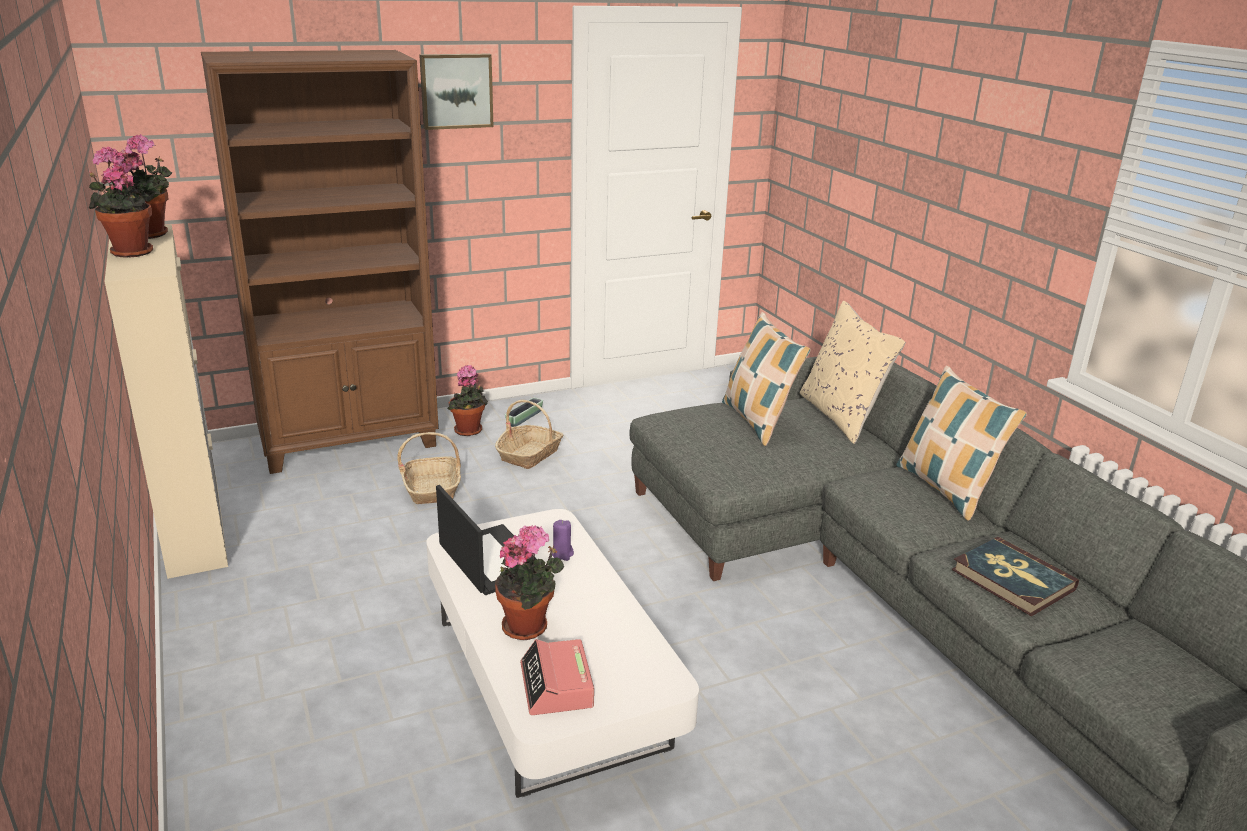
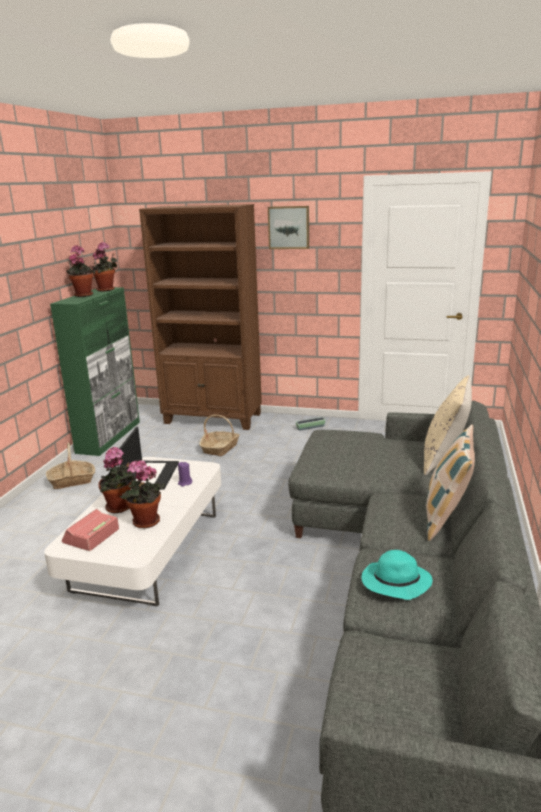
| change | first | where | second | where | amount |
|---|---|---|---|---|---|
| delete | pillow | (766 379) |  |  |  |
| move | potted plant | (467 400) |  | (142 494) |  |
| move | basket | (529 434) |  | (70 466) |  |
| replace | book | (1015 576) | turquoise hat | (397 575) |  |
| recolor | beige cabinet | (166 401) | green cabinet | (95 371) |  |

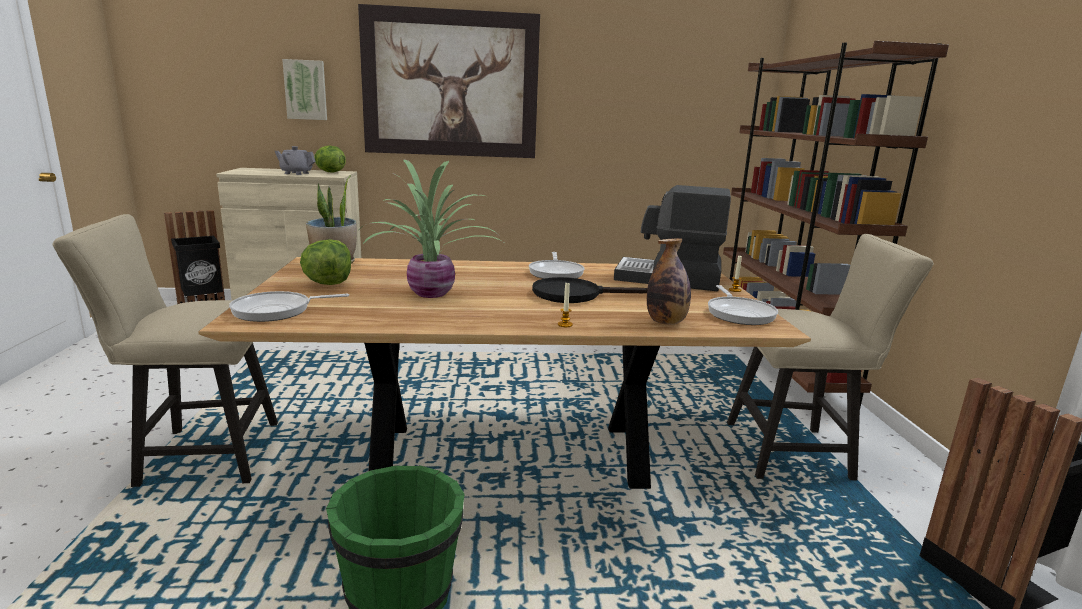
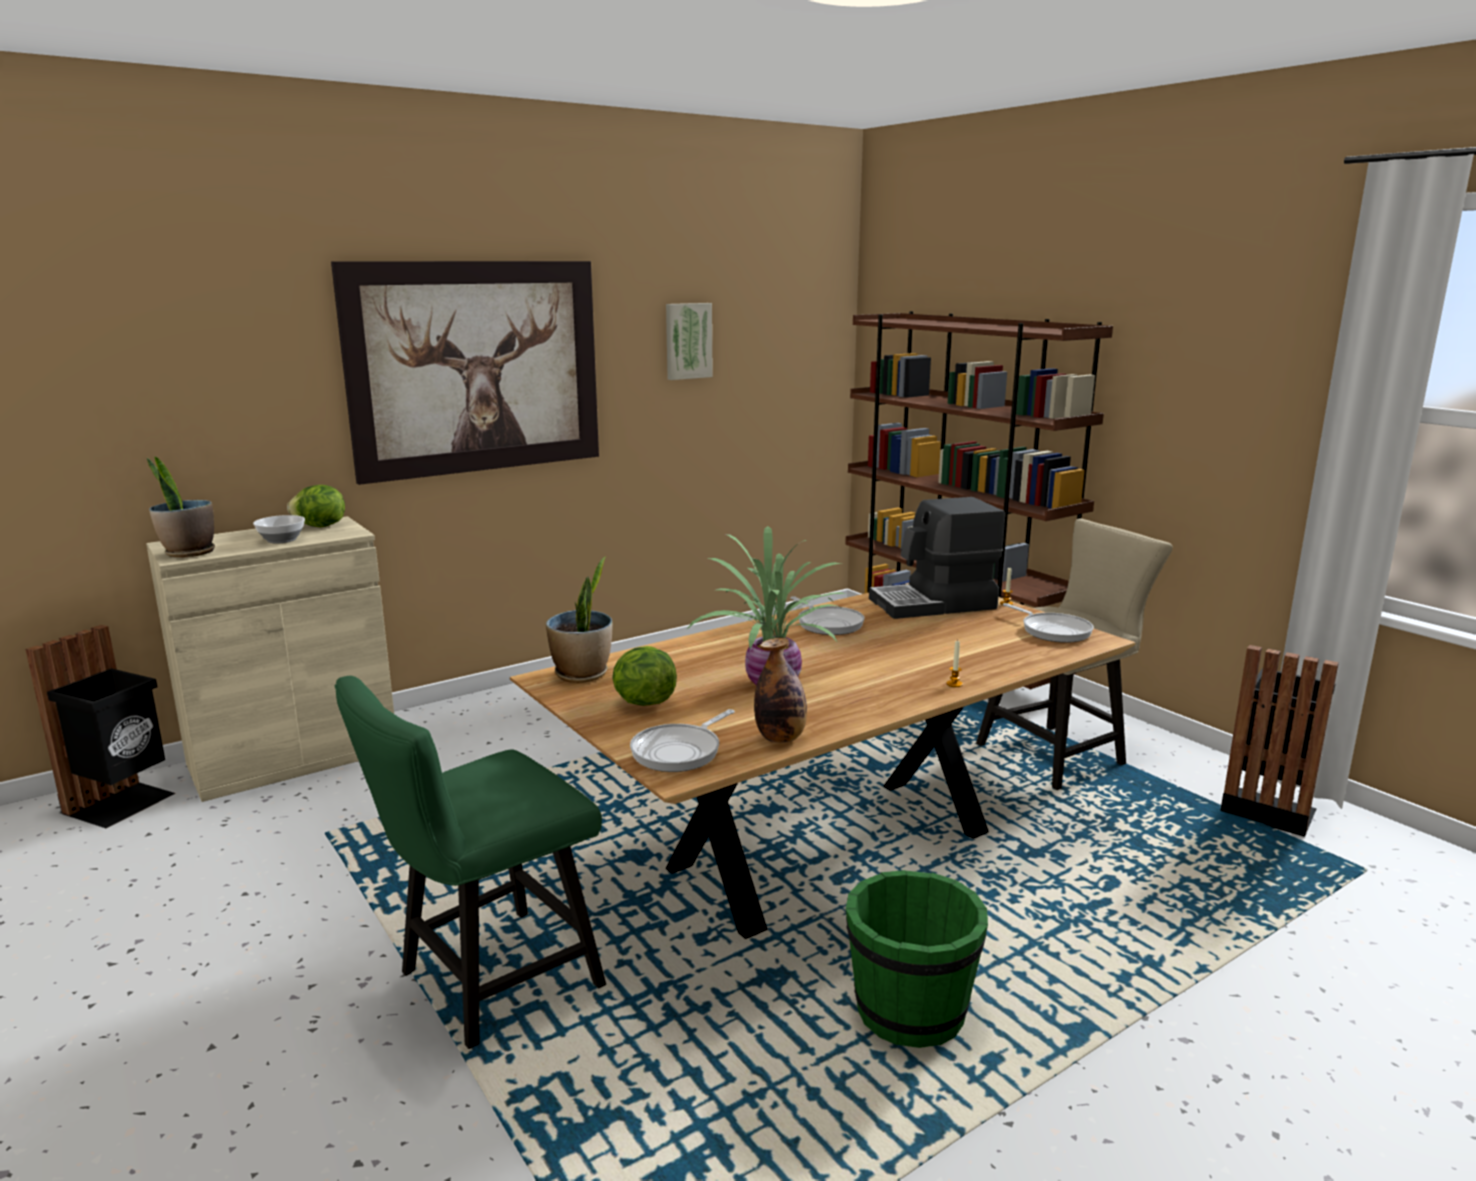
| change | first | where | second | where | amount |
|---|---|---|---|---|---|
| delete | black frying pan | (590 290) |  |  |  |
| insert |  |  | potted plant | (181 507) |  |
| move | picture | (304 89) |  | (689 341) |  |
| move | bottle | (669 281) |  | (780 690) |  |
| replace | grey teapot | (295 160) | bowl | (279 529) |  |
| recolor | beige chair | (165 350) | green chair | (470 862) |  |

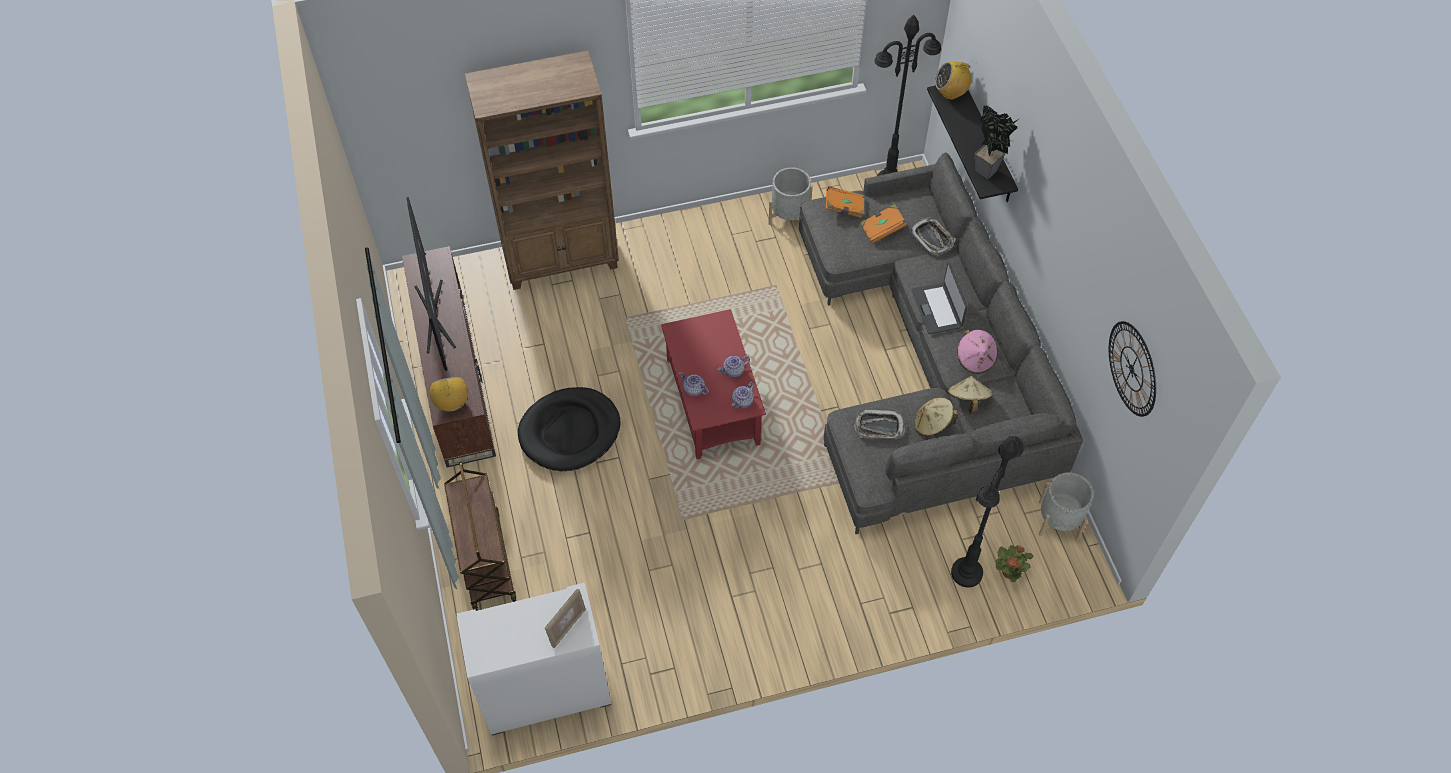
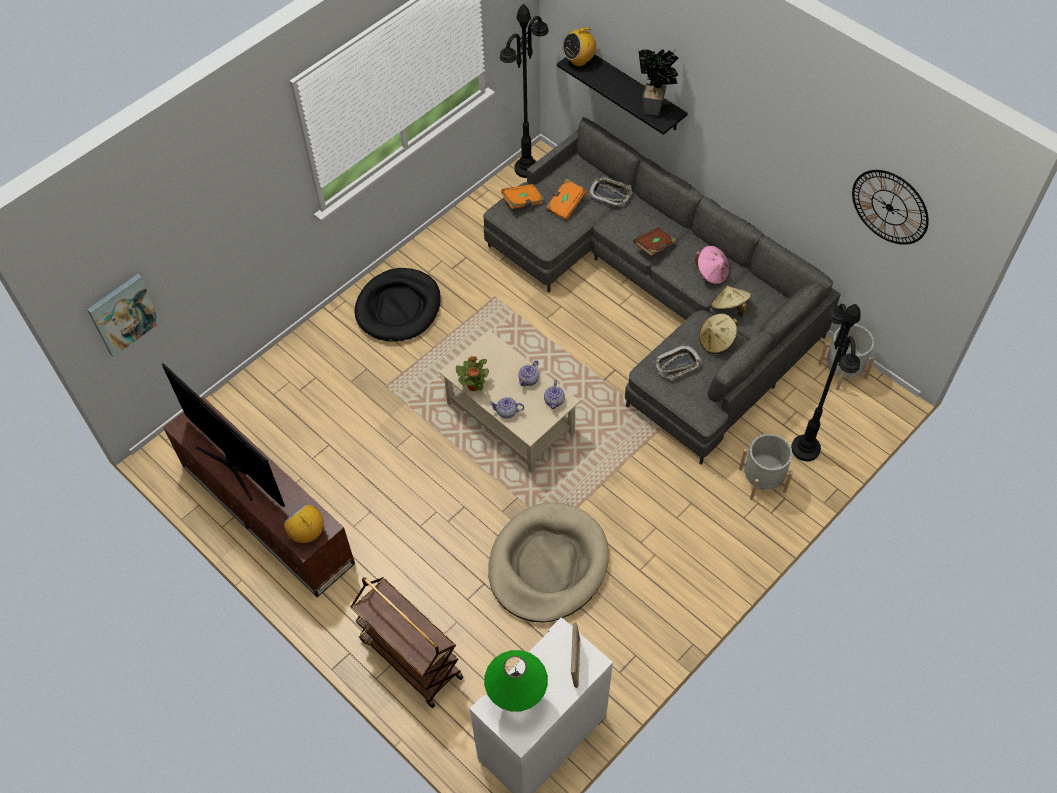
| change | first | where | second | where | amount |
|---|---|---|---|---|---|
| delete | brown bookcase | (542 170) |  |  |  |
| insert |  |  | picture | (124 315) |  |
| insert |  |  | green table lamp | (516 680) |  |
| insert |  |  | beige dog bed | (548 562) |  |
| move | black dog bed | (569 429) |  | (398 305) |  |
| move | grey planter | (790 200) |  | (766 467) |  |
| move | potted plant | (1014 564) |  | (472 373) |  |
| replace | laptop | (940 298) | brown book | (655 242) |  |
| recolor | red coffee table | (713 384) | beige coffee table | (509 401) |  |

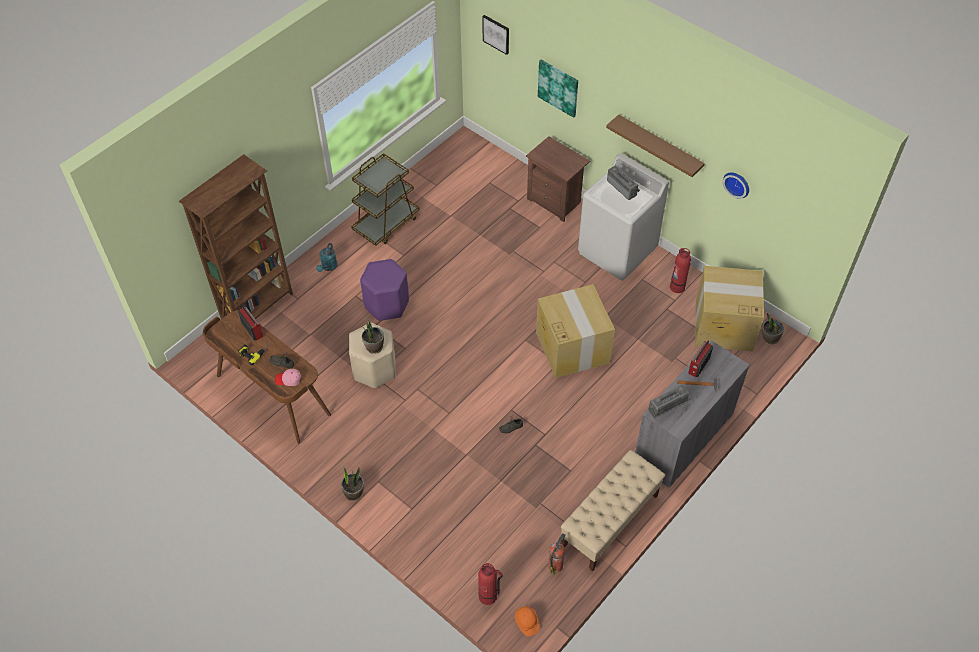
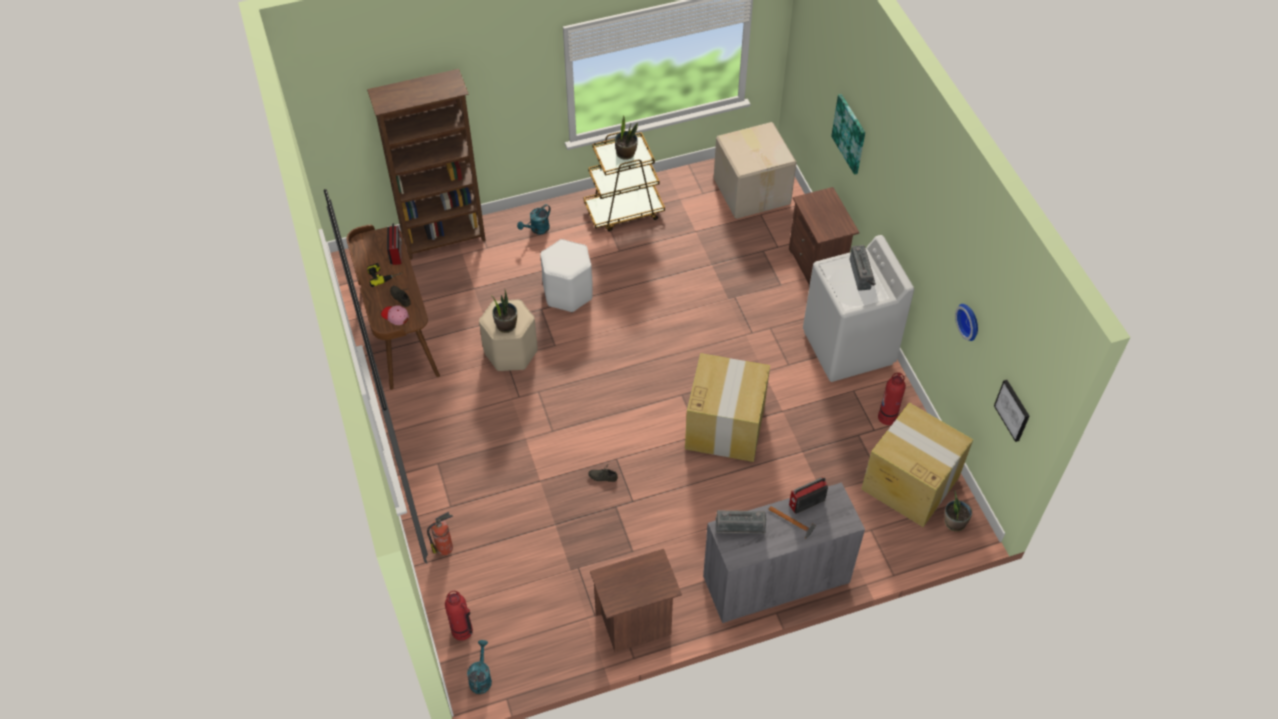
| change | first | where | second | where | amount |
|---|---|---|---|---|---|
| delete | brown shelf | (655 146) |  |  |  |
| insert |  |  | cardboard box | (755 170) |  |
| move | potted plant | (352 483) |  | (626 137) |  |
| move | picture | (495 35) |  | (1012 411) |  |
| move | fire extinguisher | (557 553) |  | (440 533) |  |
| replace | orange hard hat | (527 621) | turquoise watering can | (479 667) |  |
| replace | beige bench | (613 511) | brown nightstand | (636 600) |  |
| recolor | purple stool | (384 290) | white stool | (566 275) |  |

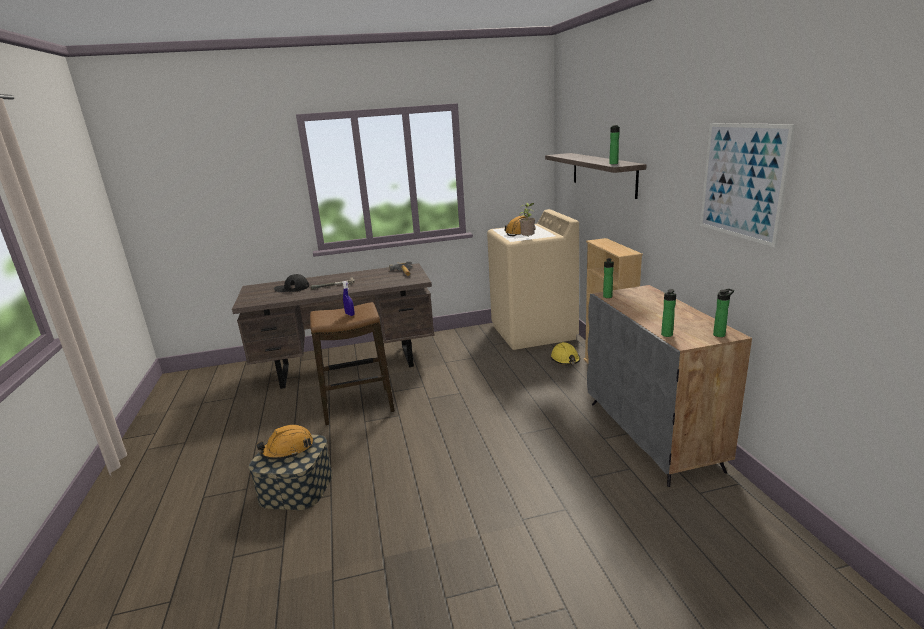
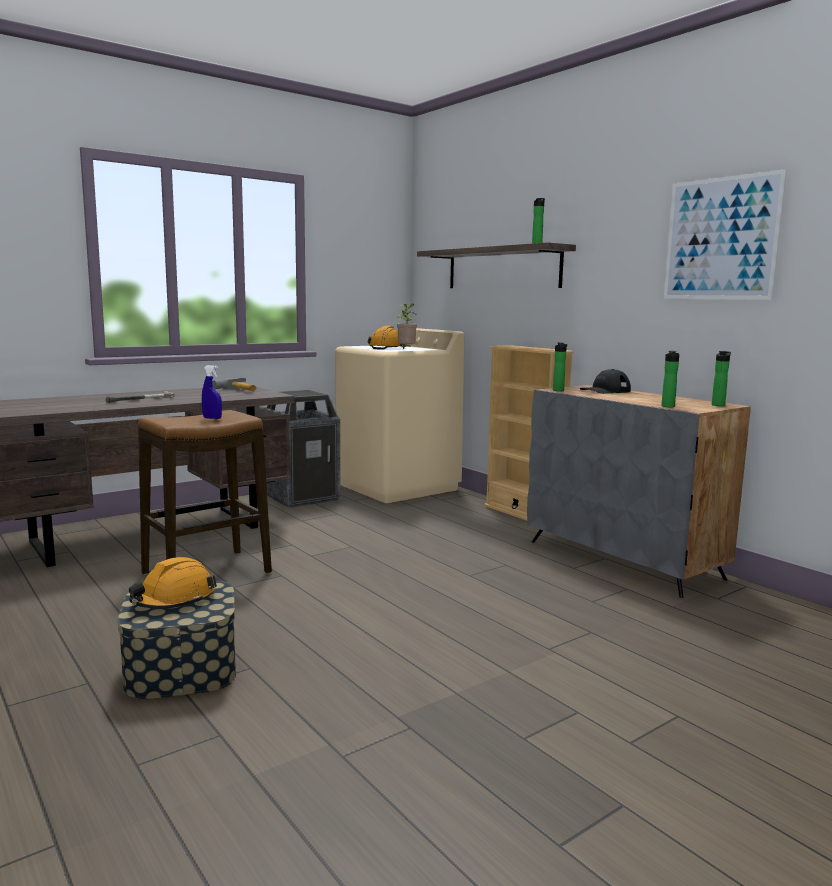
| change | first | where | second | where | amount |
|---|---|---|---|---|---|
| delete | yellow hard hat | (565 353) |  |  |  |
| insert |  |  | trash can | (303 449) |  |
| move | black cap | (291 283) |  | (605 381) |  |

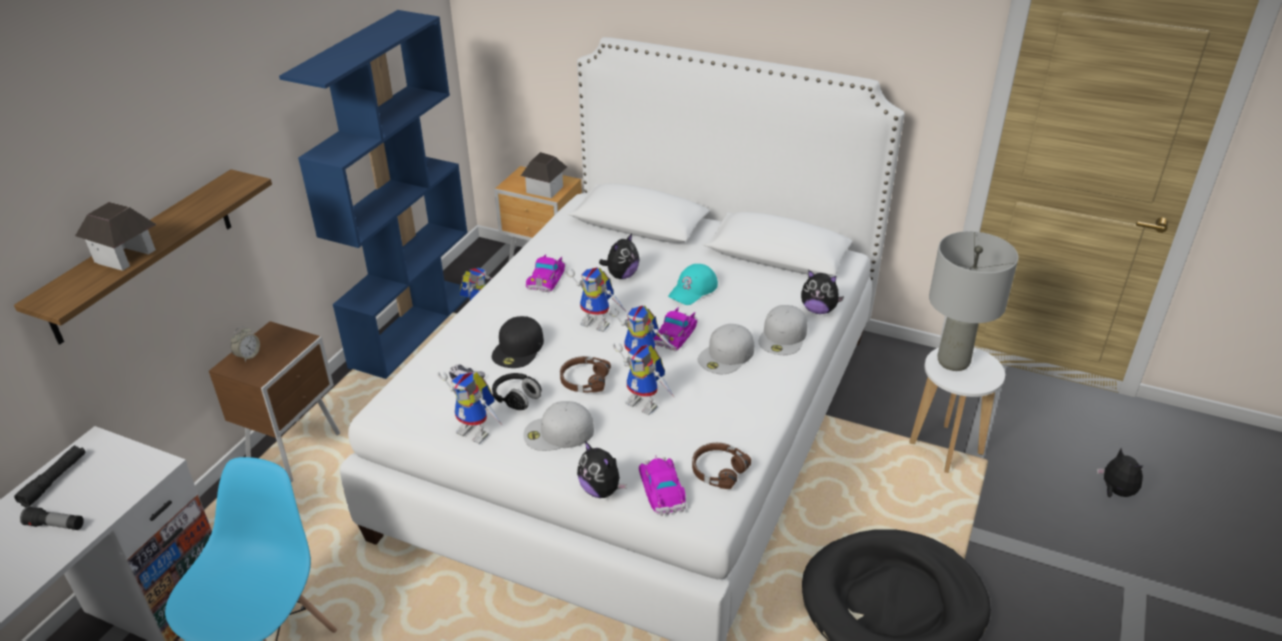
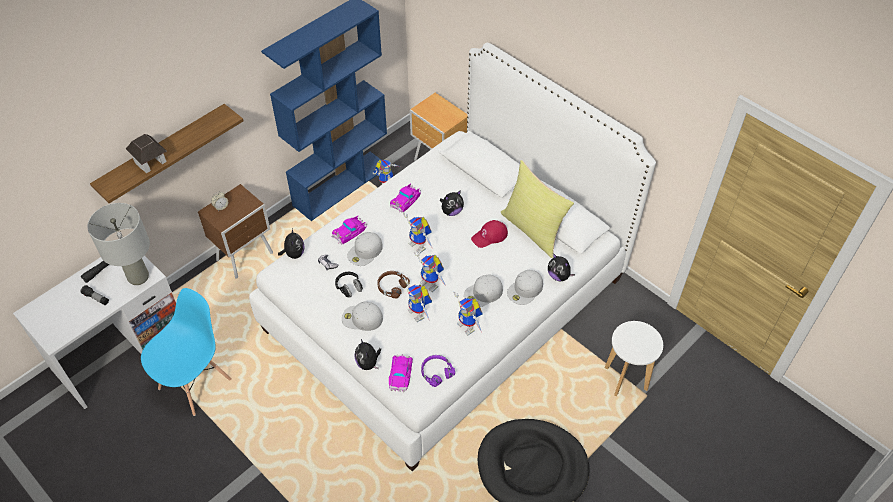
| change | first | where | second | where | amount |
|---|---|---|---|---|---|
| delete | toy house | (544 175) |  |  |  |
| insert |  |  | yellow pillow | (537 209) |  |
| move | toy robot | (470 408) |  | (468 313) |  |
| move | toy car | (675 329) |  | (349 230) |  |
| move | grey table lamp | (973 301) |  | (118 244) |  |
| move | plush toy | (1120 473) |  | (291 243) |  |
| recolor | black cap | (518 342) | white cap | (365 249) |  |
| recolor | turquoise cap | (693 284) | red cap | (489 234) |  |
| recolor | brown headphones | (721 466) | purple headphones | (438 371) |  |

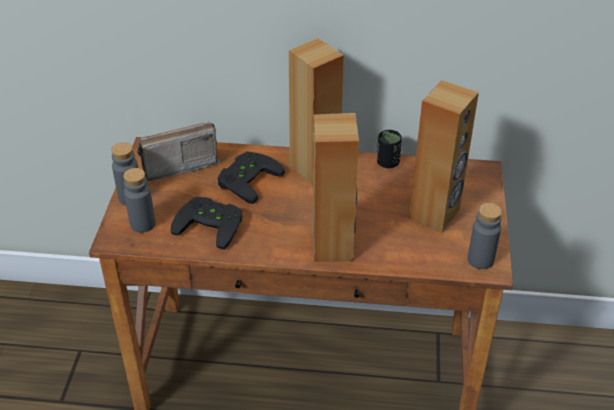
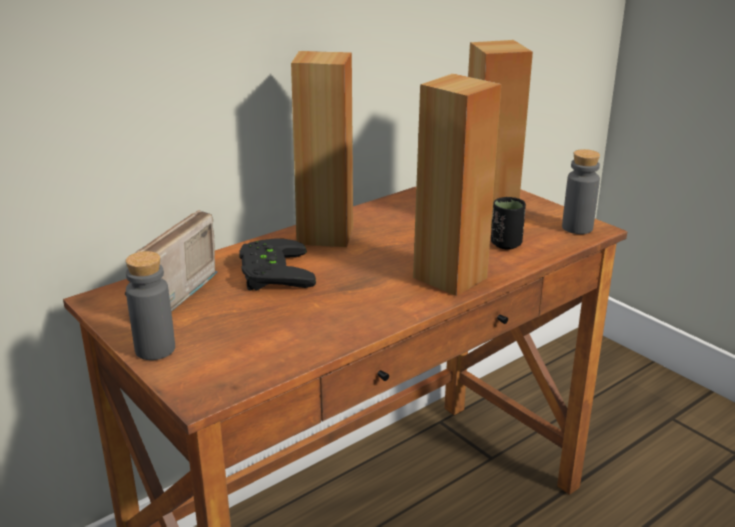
| change | first | where | second | where | amount |
|---|---|---|---|---|---|
| delete | grey bottle | (139 200) |  |  |  |
| delete | black game controller | (206 223) |  |  |  |
| move | black cup | (389 149) |  | (508 223) |  |

